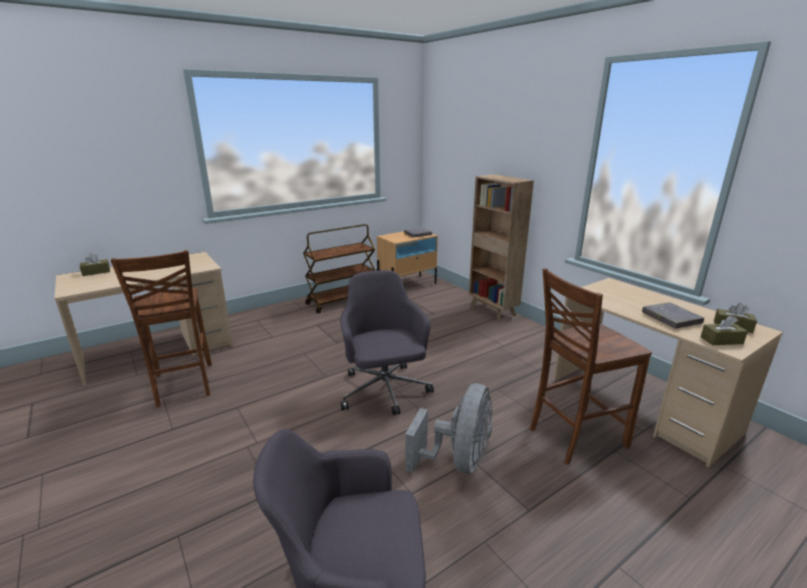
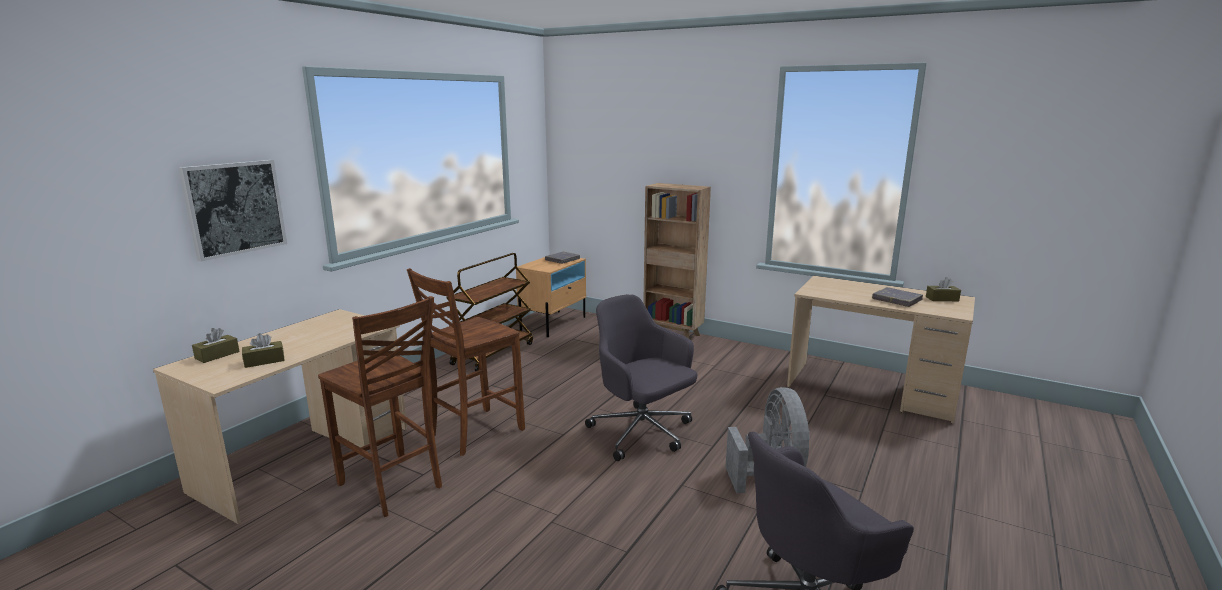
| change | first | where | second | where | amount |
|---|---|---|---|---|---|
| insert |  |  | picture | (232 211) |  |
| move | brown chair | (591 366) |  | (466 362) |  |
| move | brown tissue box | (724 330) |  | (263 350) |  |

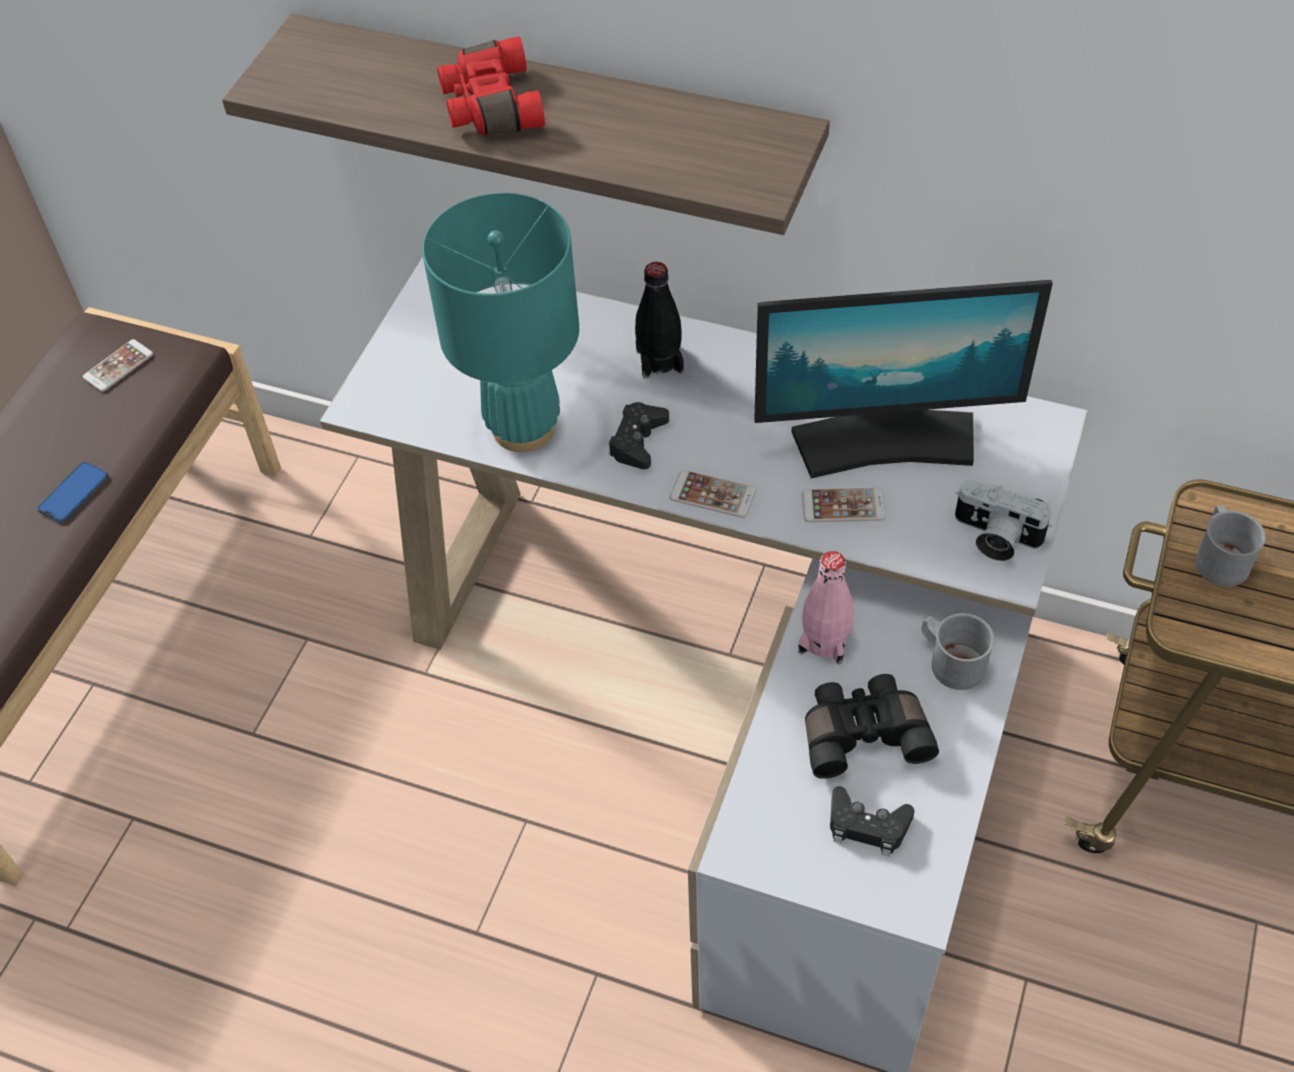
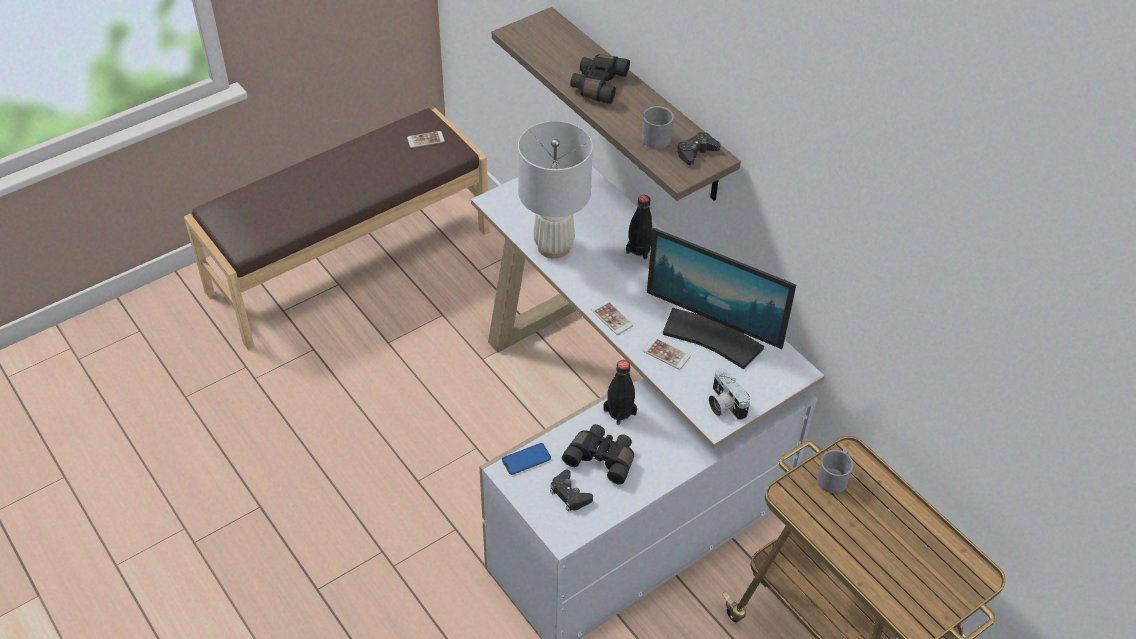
| change | first | where | second | where | amount |
|---|---|---|---|---|---|
| move | phone | (73 492) |  | (526 459) |  |
| move | black game controller | (639 435) |  | (699 148) |  |
| move | grey mug | (958 651) |  | (658 127) |  |
| recolor | turquoise table lamp | (500 322) | white table lamp | (555 190) |  |
| recolor | red binoculars | (491 86) | black binoculars | (600 79) |  |
| recolor | pink bottle | (826 607) | black bottle | (620 392) |  |

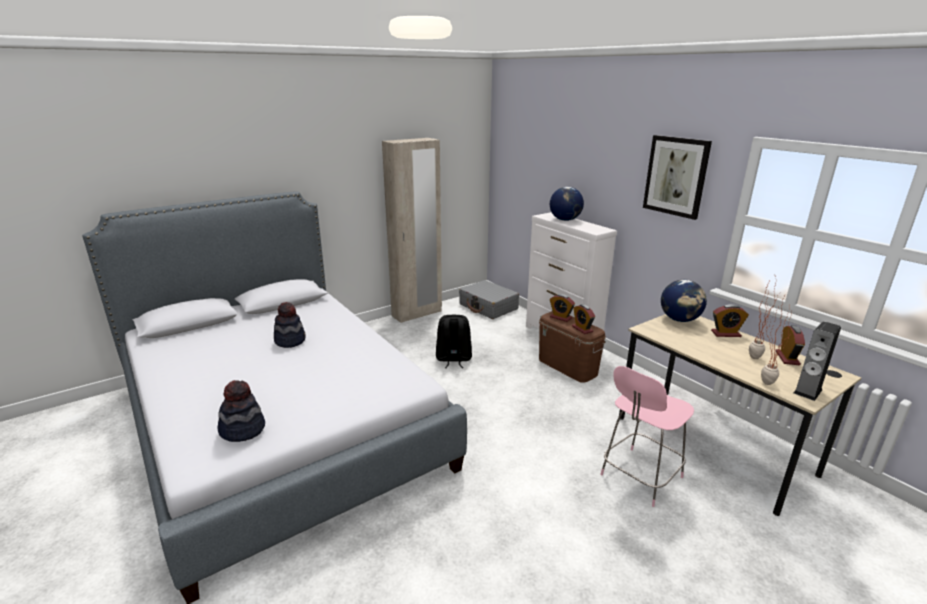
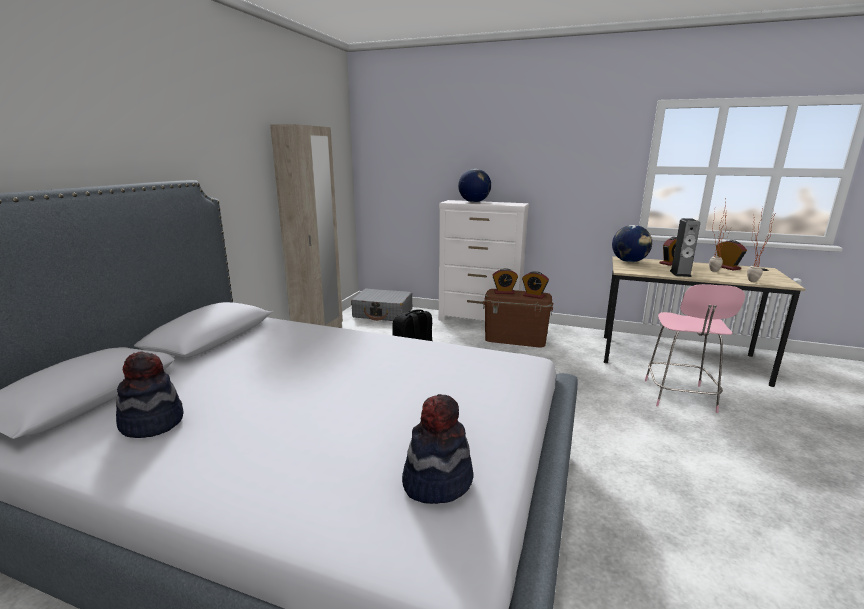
| change | first | where | second | where | amount |
|---|---|---|---|---|---|
| delete | picture | (677 177) |  |  |  |
| move | hat | (290 325) |  | (150 394) |  |
| move | speaker | (817 361) |  | (685 247) |  |

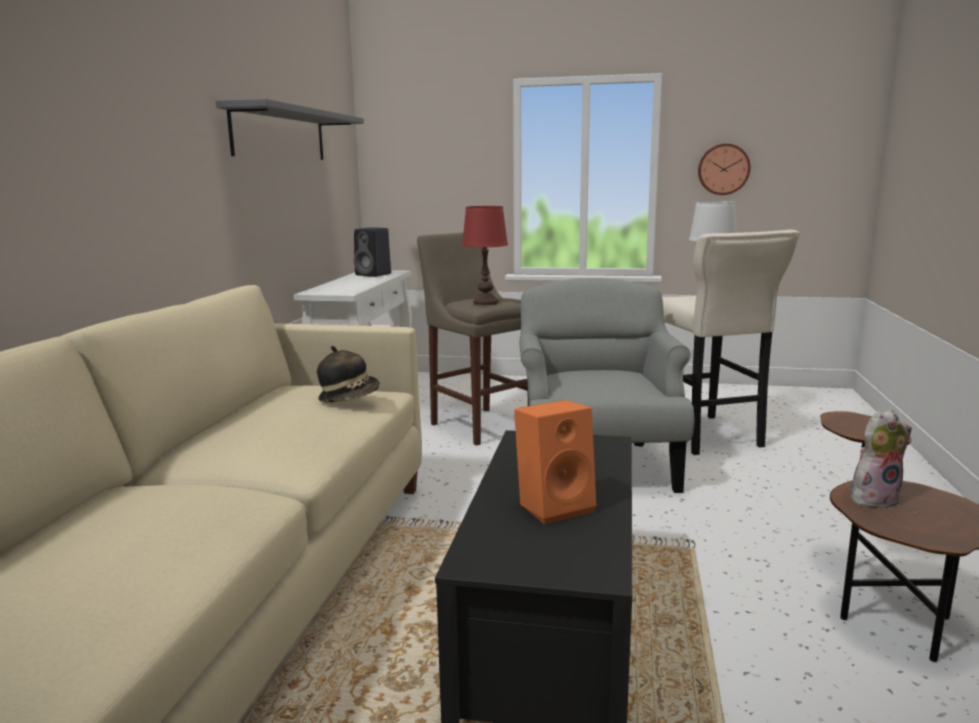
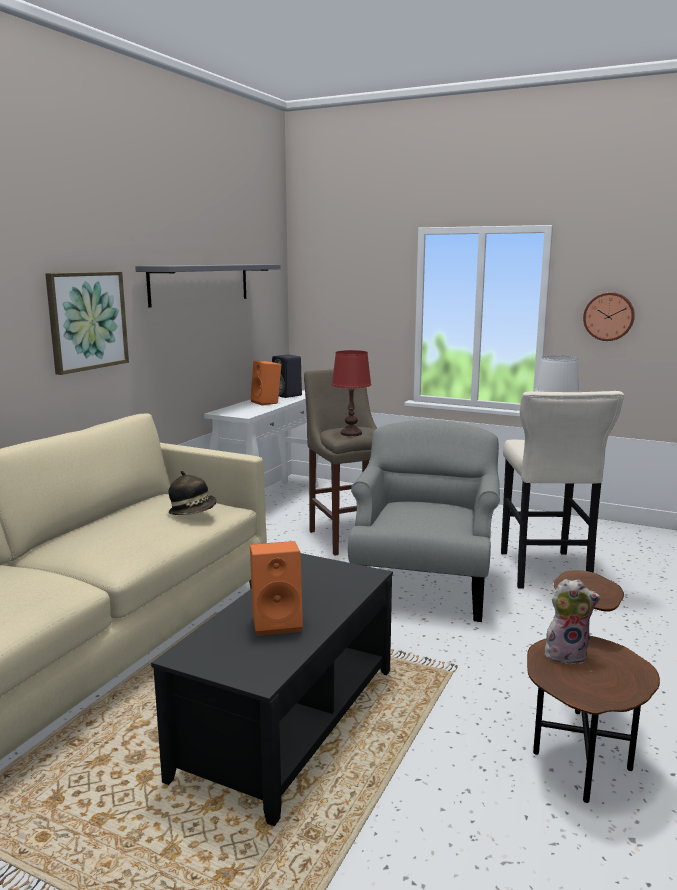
| change | first | where | second | where | amount |
|---|---|---|---|---|---|
| insert |  |  | picture | (87 323) |  |
| insert |  |  | orange speaker | (265 383) |  |

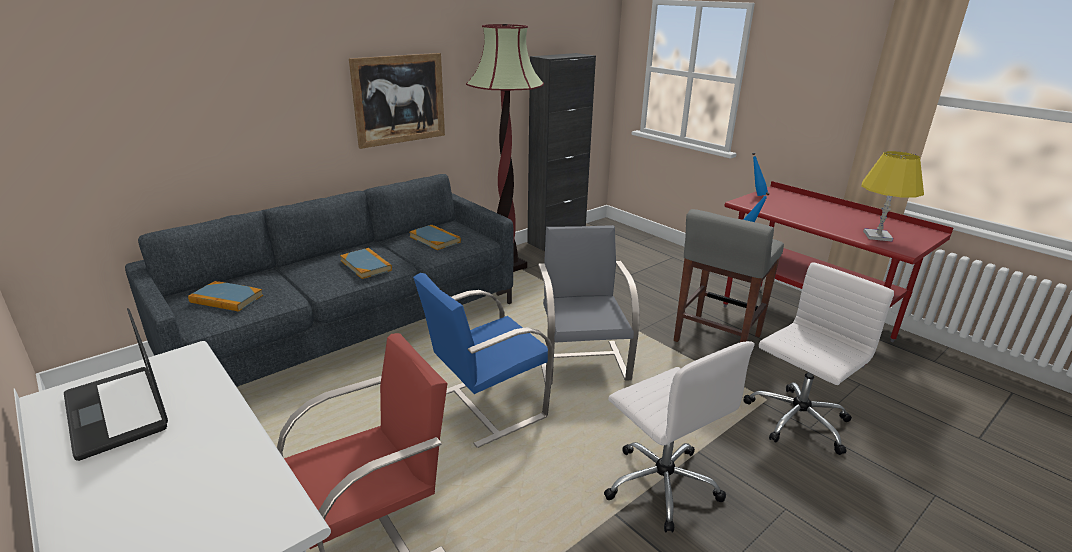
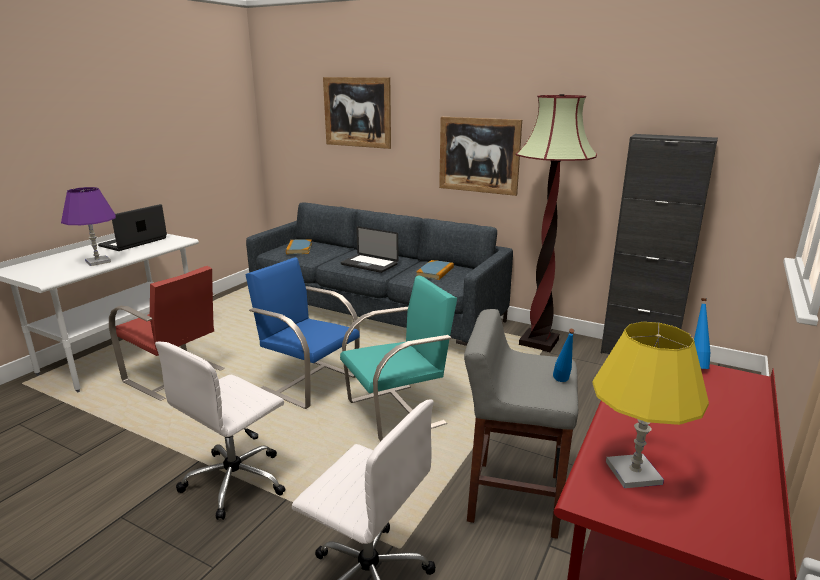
| change | first | where | second | where | amount |
|---|---|---|---|---|---|
| insert |  |  | purple table lamp | (88 226) |  |
| insert |  |  | picture | (357 113) |  |
| replace | book | (366 263) | laptop | (369 249) |  |
| recolor | grey chair | (589 305) | turquoise chair | (398 358) |  |

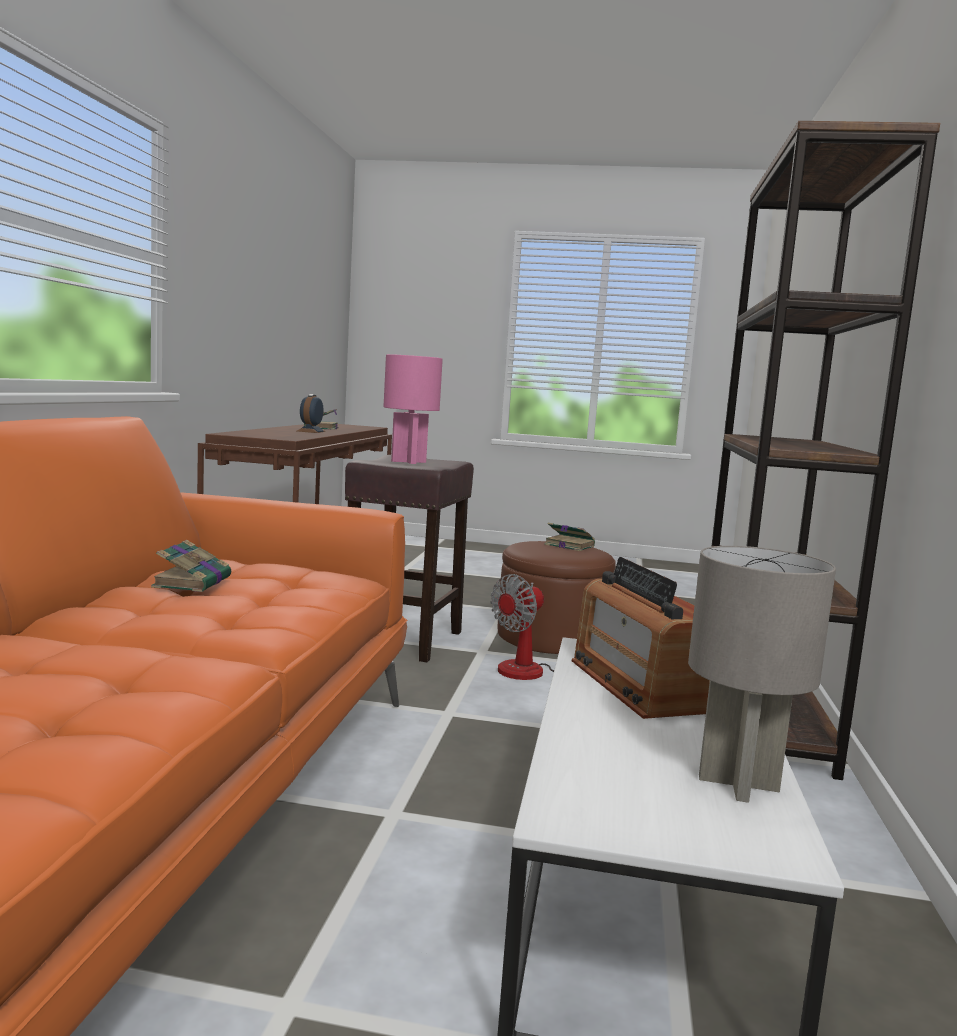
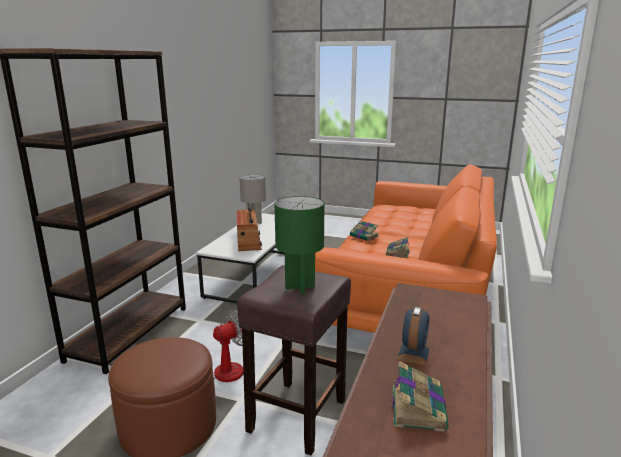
| change | first | where | second | where | amount |
|---|---|---|---|---|---|
| move | book | (569 537) |  | (364 230) |  |
| recolor | pink table lamp | (413 409) | green table lamp | (299 245) |  |

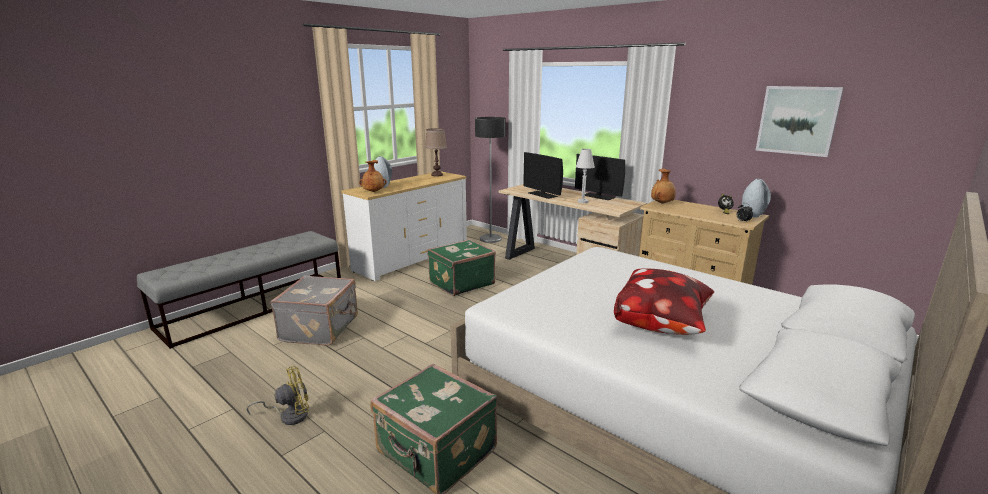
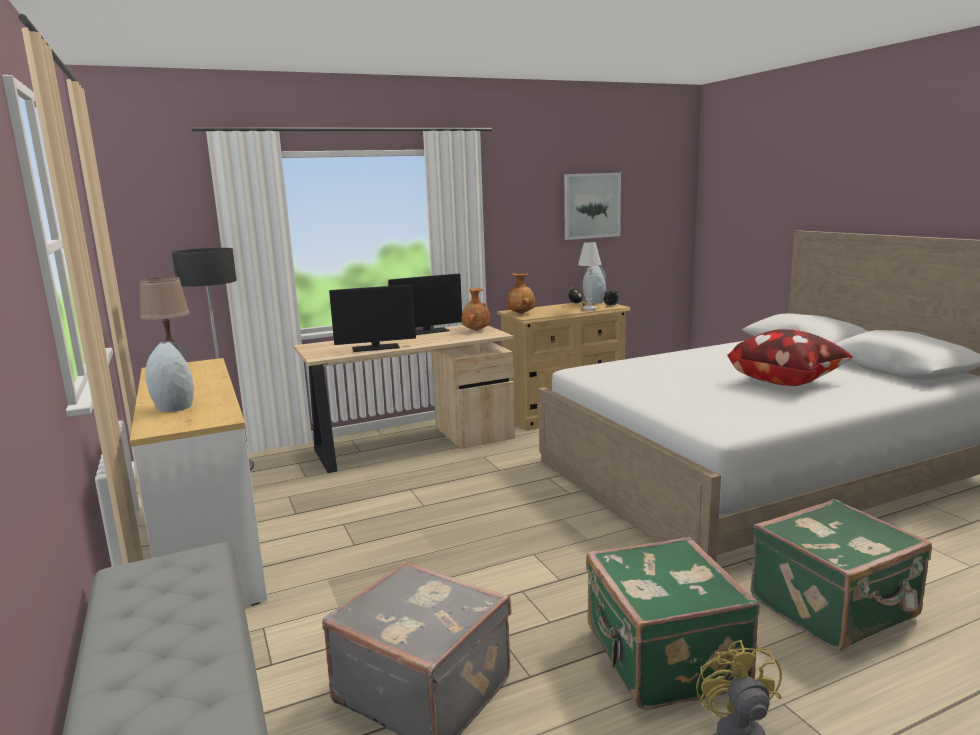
| change | first | where | second | where | amount |
|---|---|---|---|---|---|
| move | brown vase | (373 176) |  | (476 309) |  |
| move | green suitcase | (461 267) |  | (673 623) |  |
| move | white table lamp | (585 176) |  | (590 276) |  |

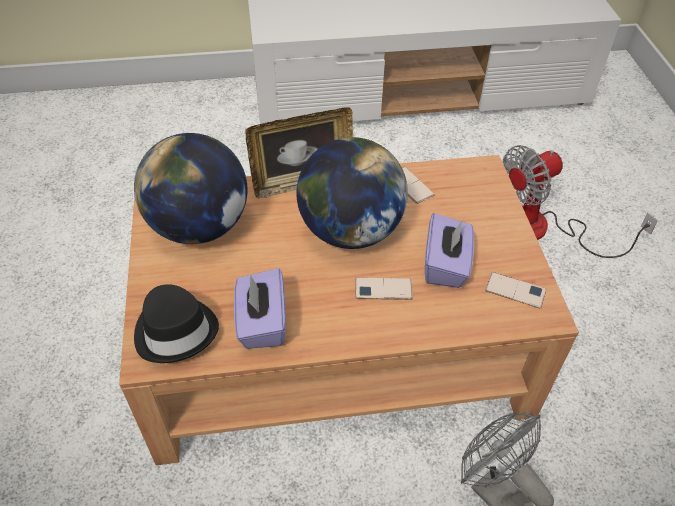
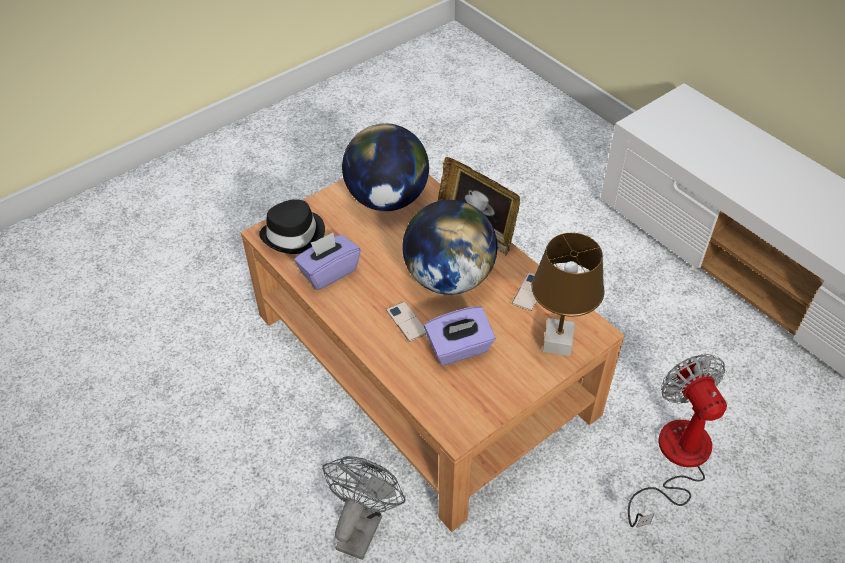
| change | first | where | second | where | amount |
|---|---|---|---|---|---|
| delete | phone | (515 290) |  |  |  |
| insert |  |  | brown table lamp | (567 294) |  |
| rotate | fan | (580 201) |  | (677 441) | 45 degrees clockwise |

